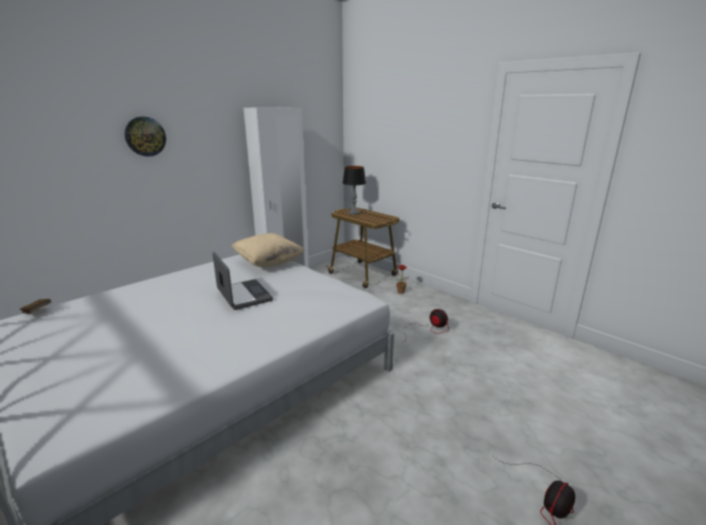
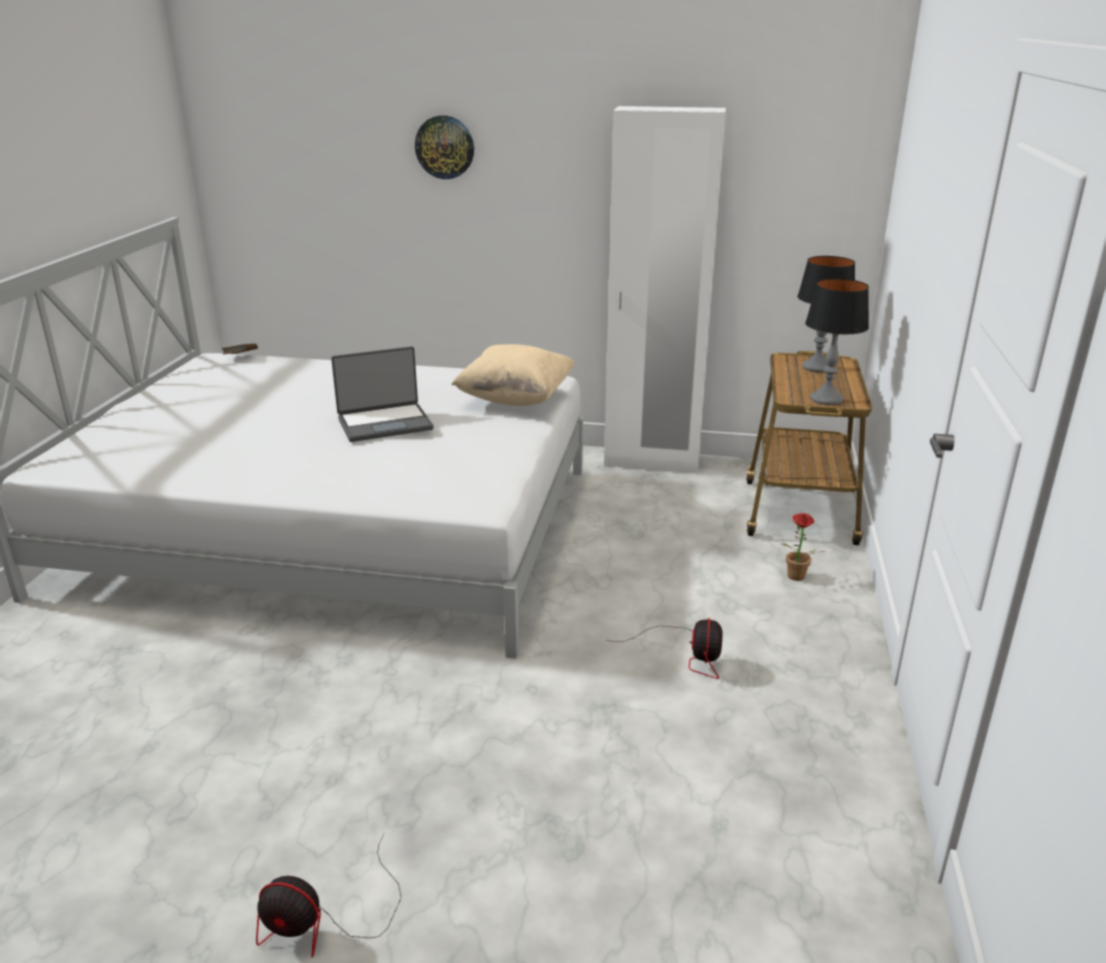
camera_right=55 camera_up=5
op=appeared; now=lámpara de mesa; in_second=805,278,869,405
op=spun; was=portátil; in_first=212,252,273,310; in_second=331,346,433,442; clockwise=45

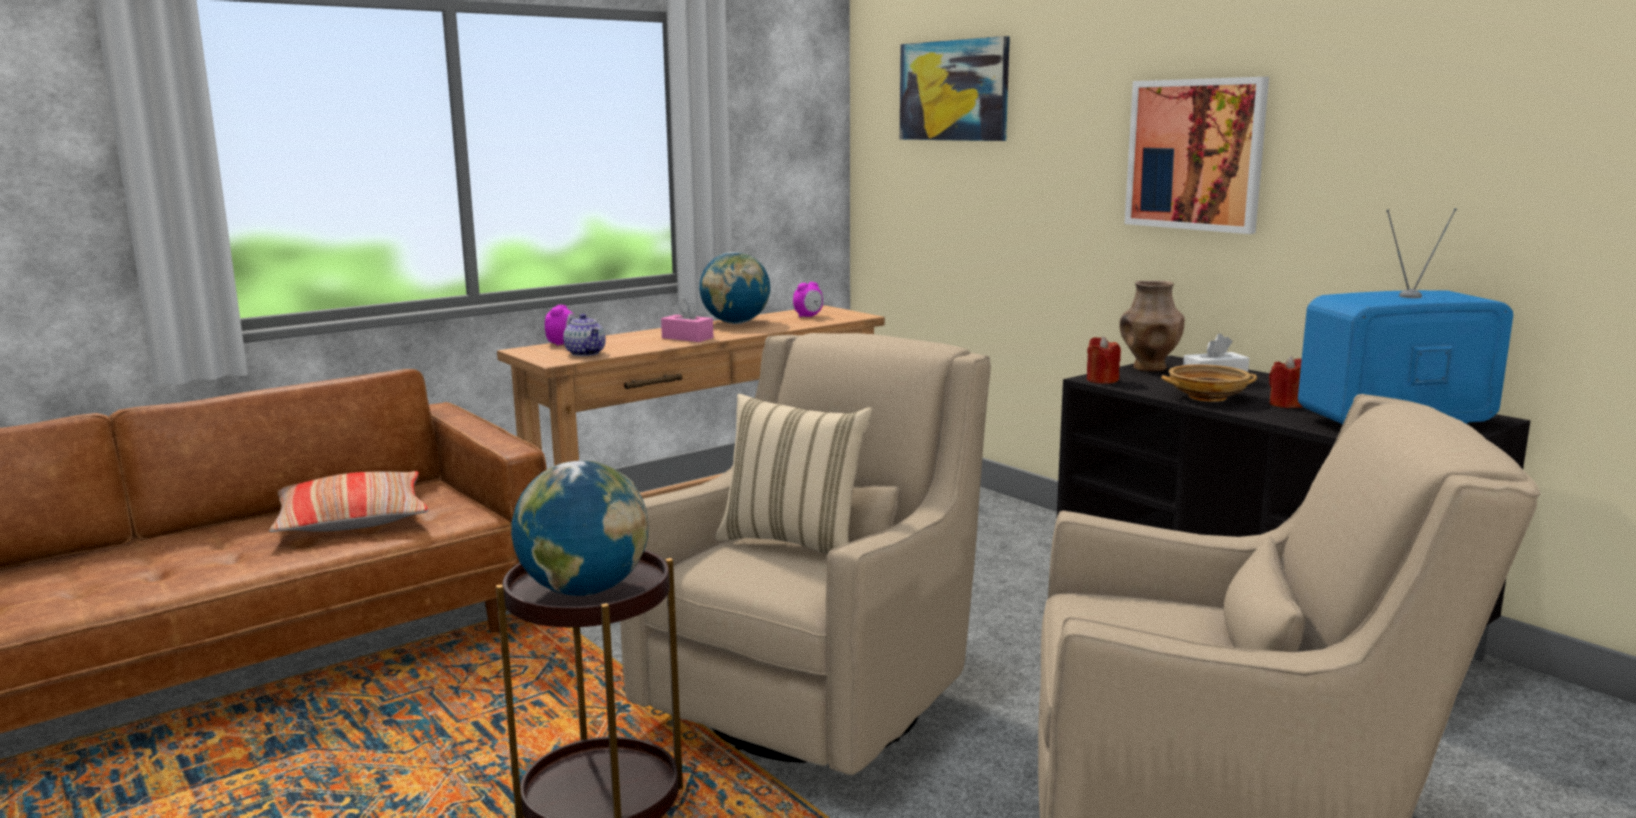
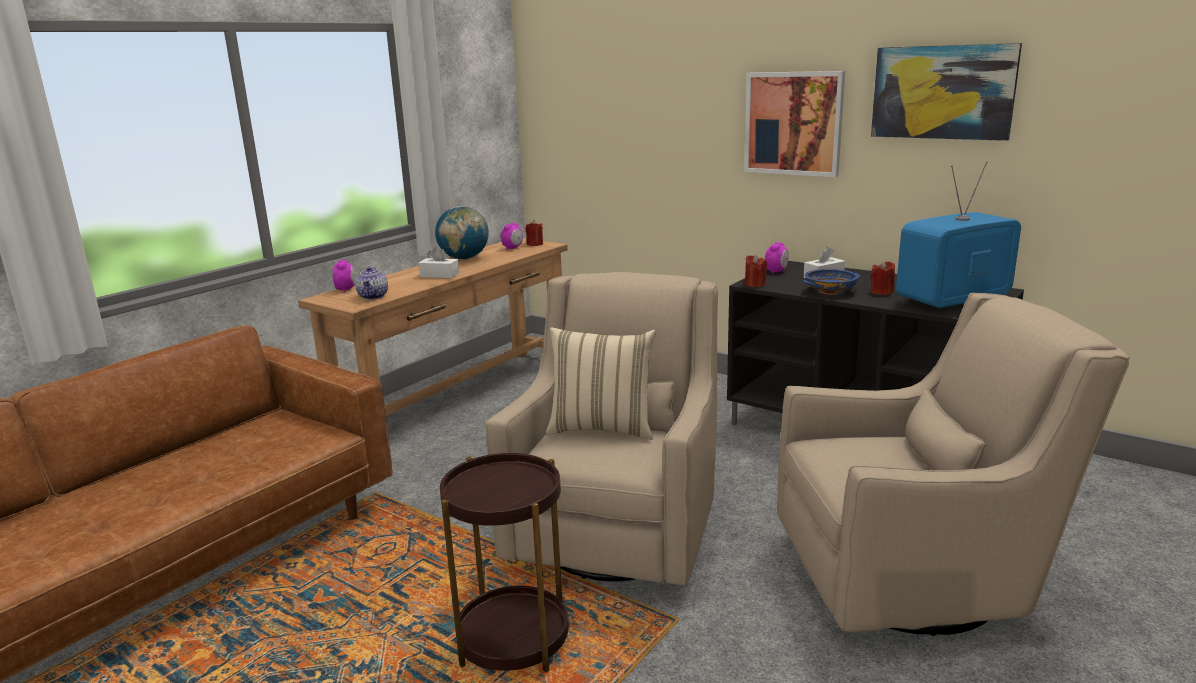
camera_right=-15 camera_up=5
op=missing; was=cojín; in_first=269,471,429,532
op=missing; was=globo terráqueo; in_first=511,460,648,596
op=appeared; now=vela/rojo; in_second=525,220,543,246
op=relocated; was=cuadro; in_first=900,36,1010,141; in_second=871,43,1022,141
op=exchanged; was=florero/marrón; now=despertador; in_first=1120,281,1185,372; in_second=765,242,789,273
op=colour; was=caja de pañuelos/rosa; now=caja de pañuelos/blanco; in_first=661,299,713,342; in_second=419,247,459,278
op=colour; was=cuenco/beis; now=cuenco/azul; in_first=1161,364,1257,402; in_second=802,269,860,295
op=spun; was=tetera; in_first=563,314,606,356; in_second=355,267,388,300; clockwise=45

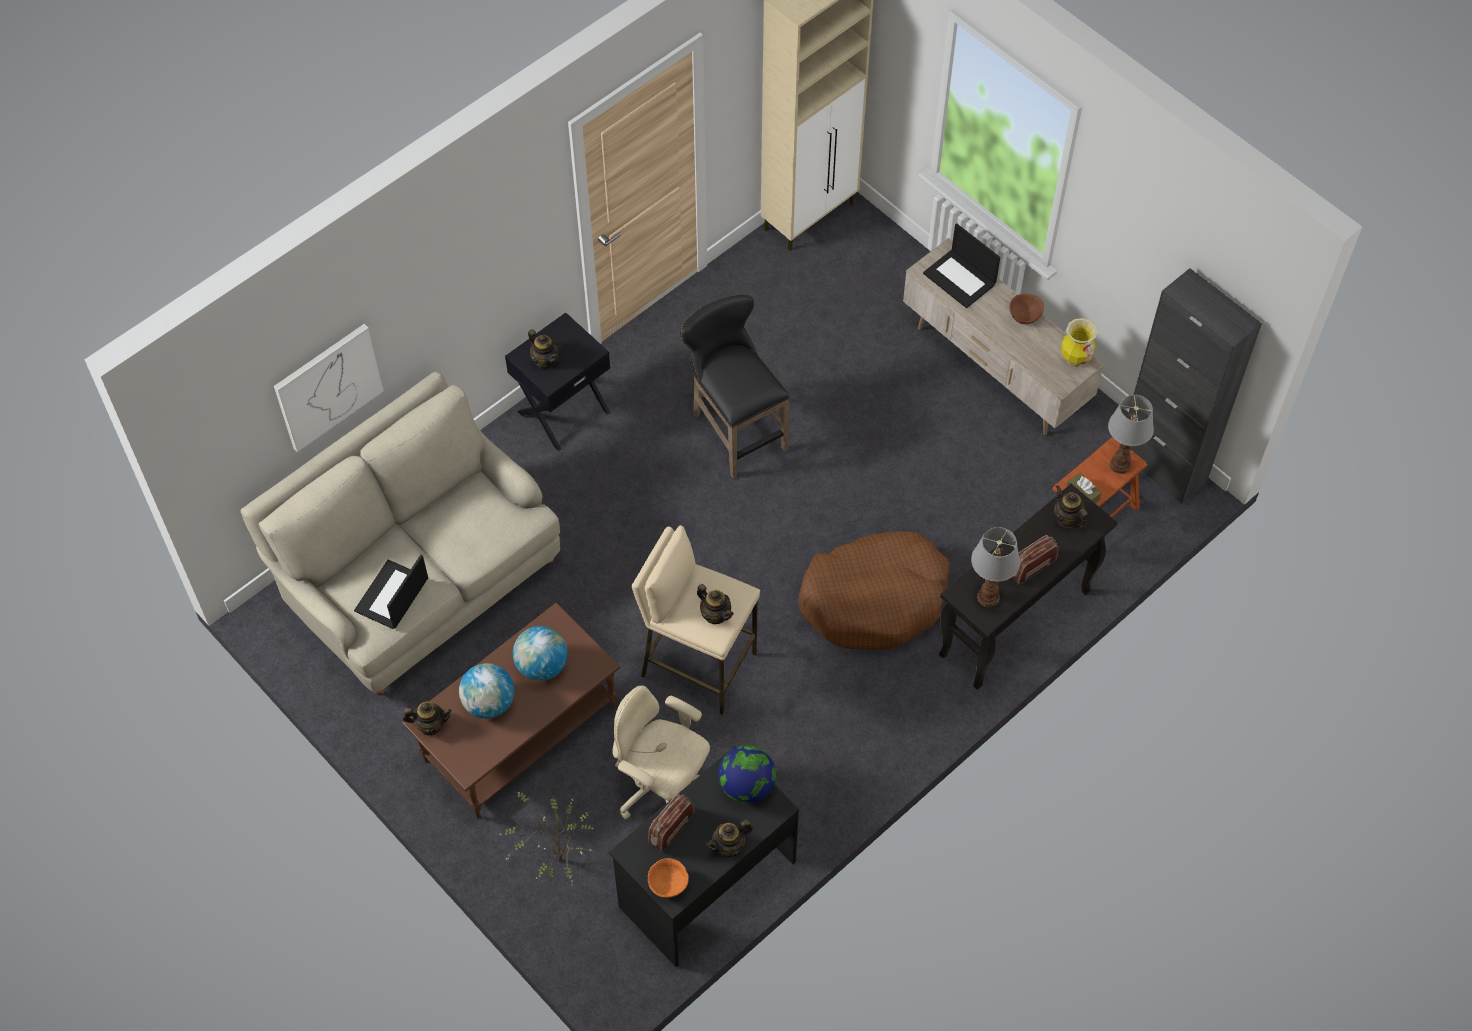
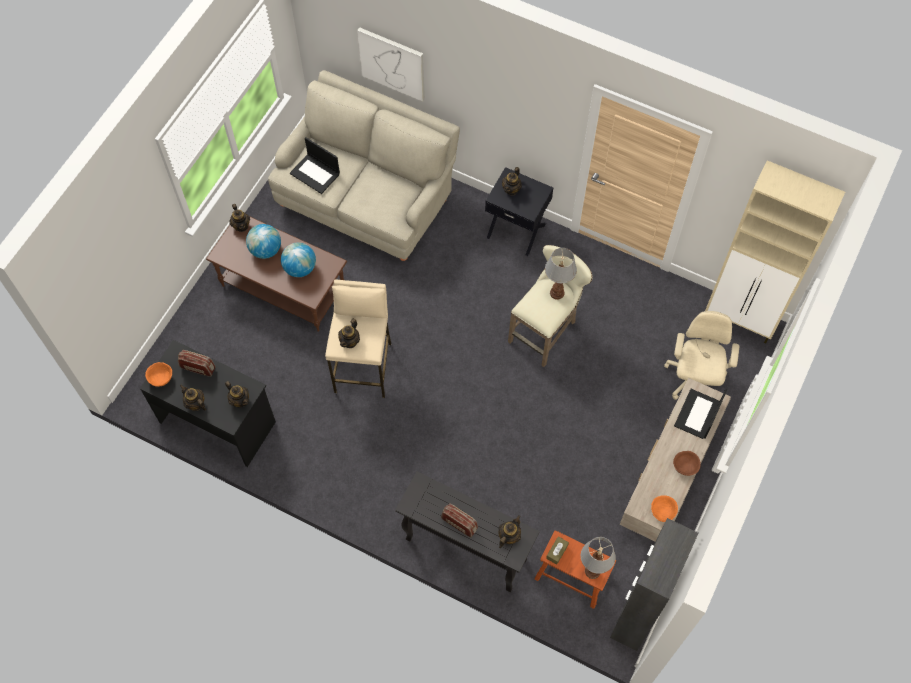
camera_right=70 camera_up=5
op=missing; was=planta en maceta; in_first=500,789,601,888
op=missing; was=cama para perro/marrón; in_first=798,531,949,650
op=relocated; was=silla de oficina/beis; in_first=613,685,710,819; in_second=664,311,739,400
op=relocated; was=lámpara de mesa; in_first=971,527,1020,607; in_second=545,248,577,300
op=exchanged; was=globo terráqueo; now=tetera; in_first=718,745,776,803; in_second=225,381,249,407
op=exchanged; was=florero; now=cuenco/naranja; in_first=1061,318,1097,367; in_second=651,495,678,522
op=colour; was=taburete/negro; now=taburete/beis; in_first=680,295,790,479; in_second=508,245,593,367
op=spun; was=portátil; in_first=354,555,428,629; in_second=290,137,340,194; clockwise=-150

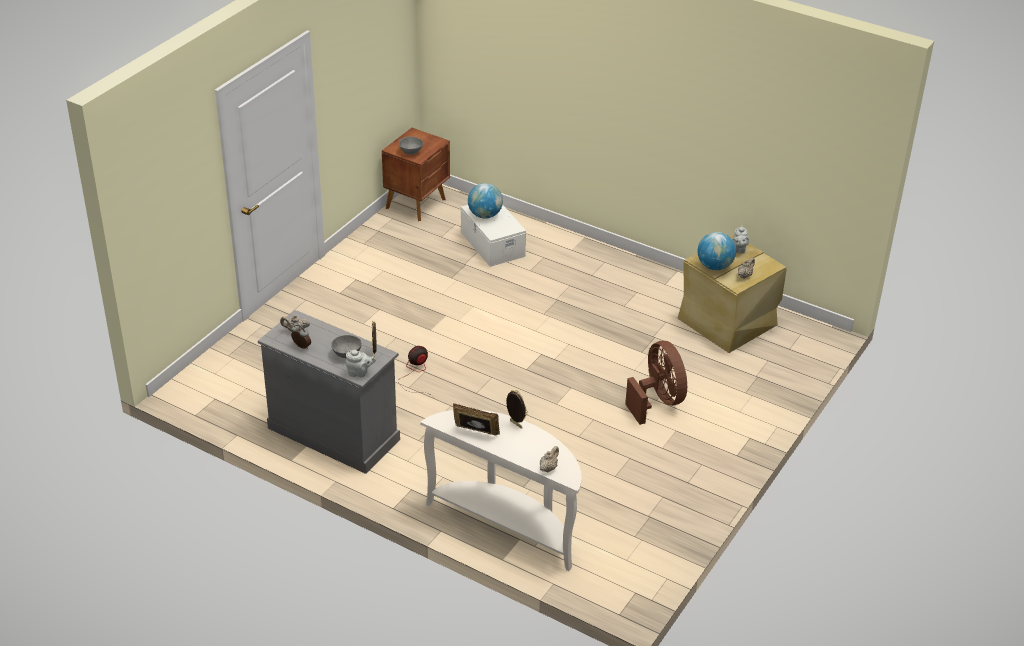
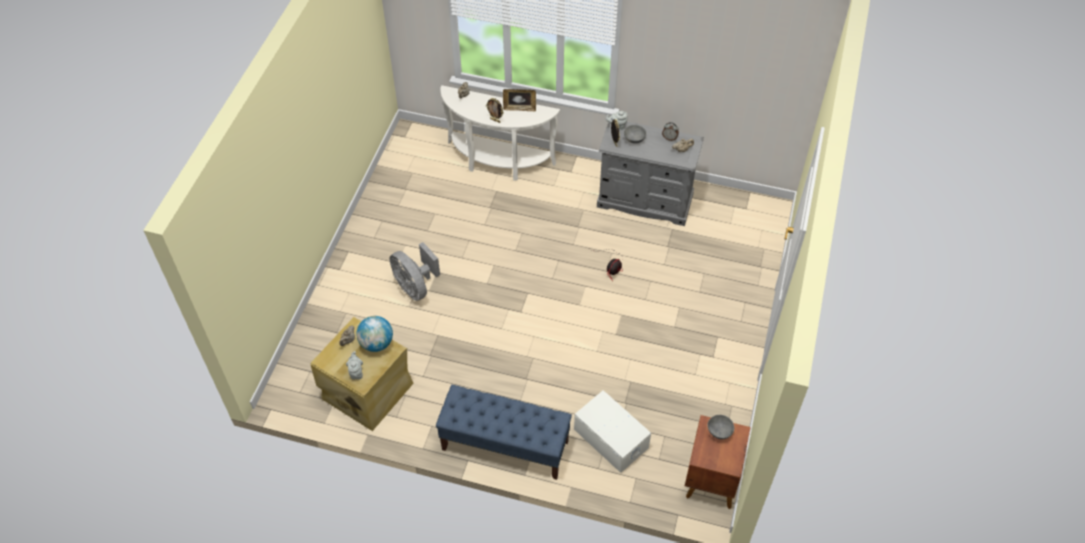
camera_right=165 camera_up=15
op=missing; was=globo terráqueo; in_first=468,183,503,219
op=appeared; now=banco/azul; in_second=436,385,572,480
op=colour; was=ventilador/marrón; now=ventilador/gris; in_first=625,341,687,425; in_second=390,242,440,301

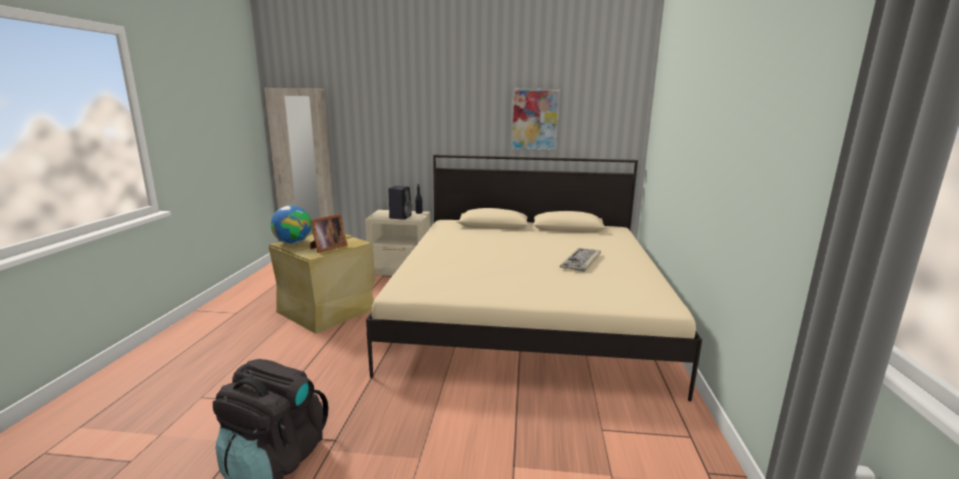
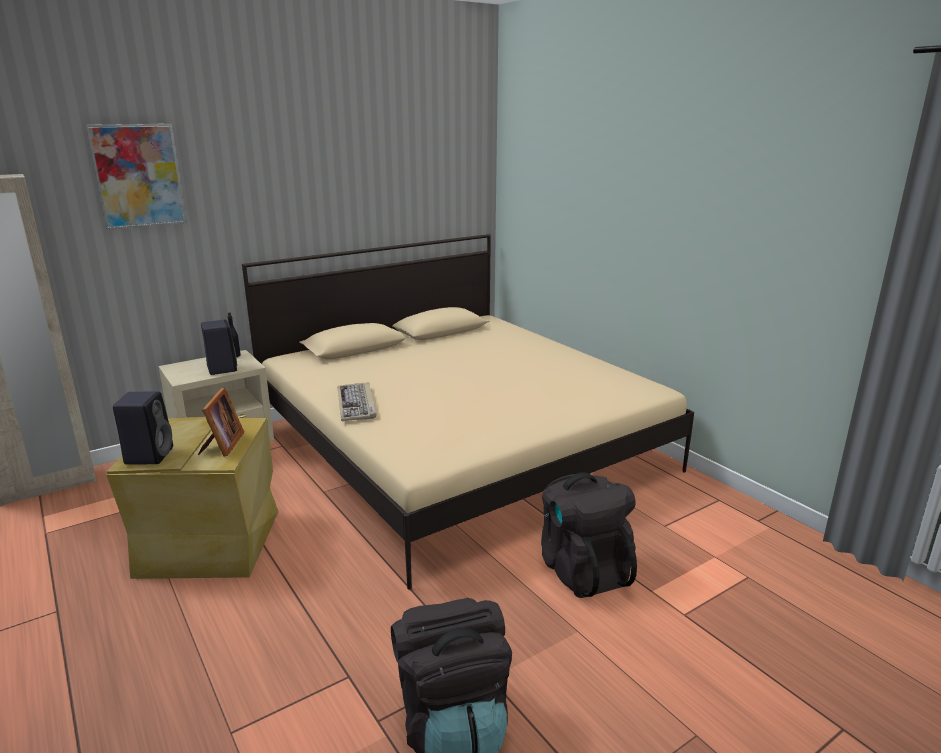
camera_right=-40 camera_up=5
op=appeared; now=mochila/negro; in_second=541,472,637,598
op=relocated; was=cuadro; in_first=511,89,560,151; in_second=86,124,187,230
op=relocated; was=teclado; in_first=560,248,601,272; in_second=337,382,376,421
op=exchanged; was=globo terráqueo; now=altavoz/negro; in_first=271,206,312,244; in_second=113,392,173,465

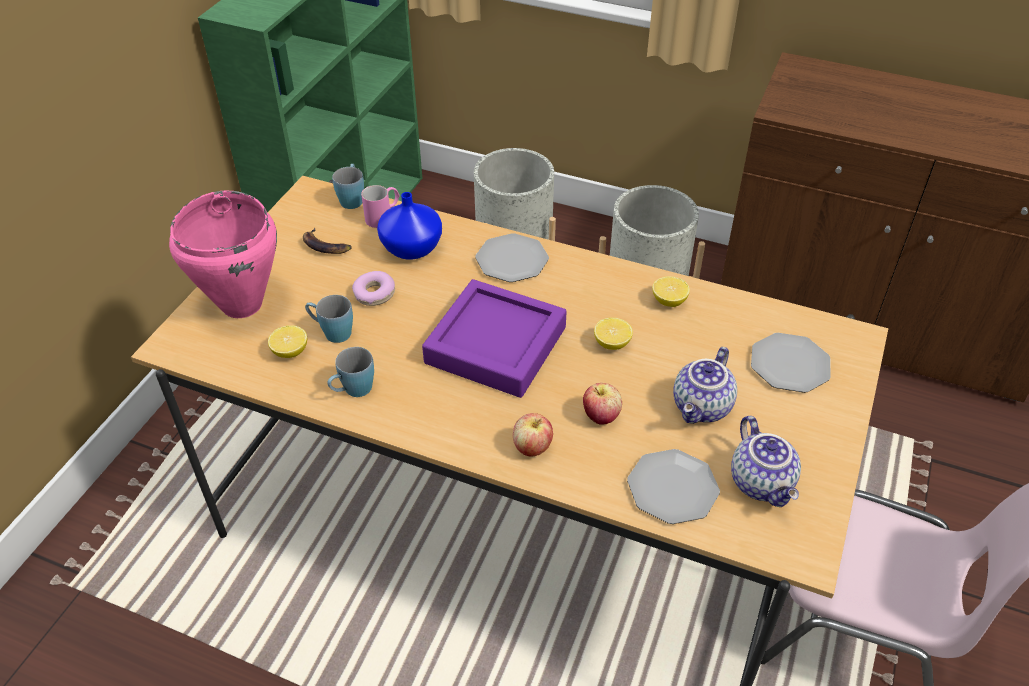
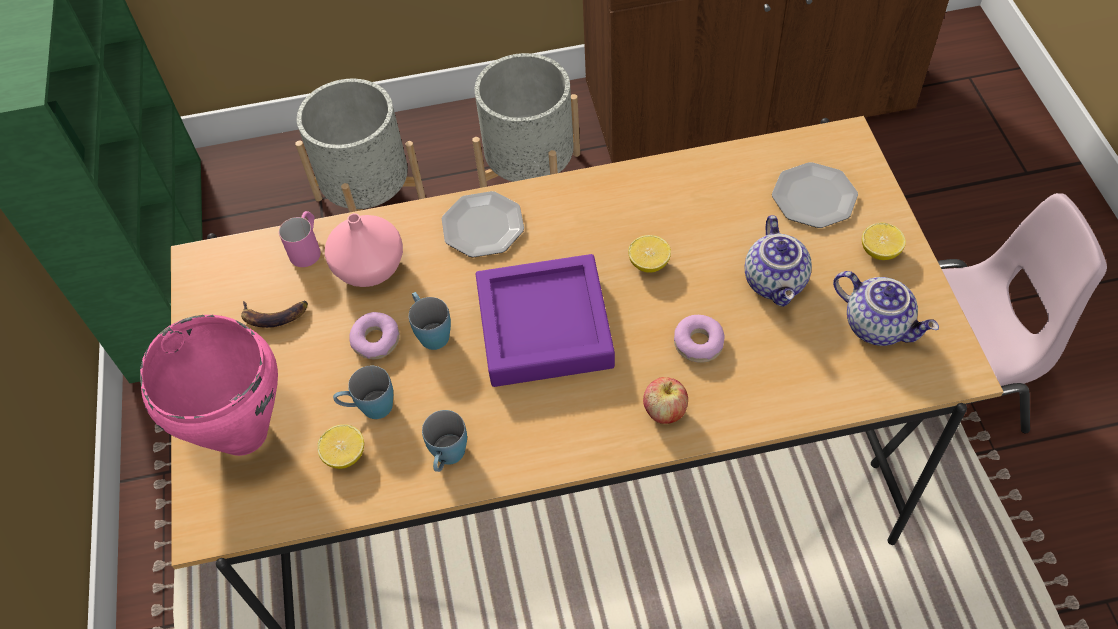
camera_right=-30 camera_up=10
op=missing; was=plato; in_first=627,449,720,524
op=relocated; was=taza grande/azul; in_first=332,164,364,209; in_second=409,292,451,350
op=relocated; was=limón; in_first=652,276,690,307; in_second=862,223,906,260
op=exchanged; was=manzana; now=rosquilla; in_first=583,383,622,424; in_second=674,315,725,363
op=colour; was=florero/azul; now=florero/rosa; in_first=377,192,442,259; in_second=325,213,403,287

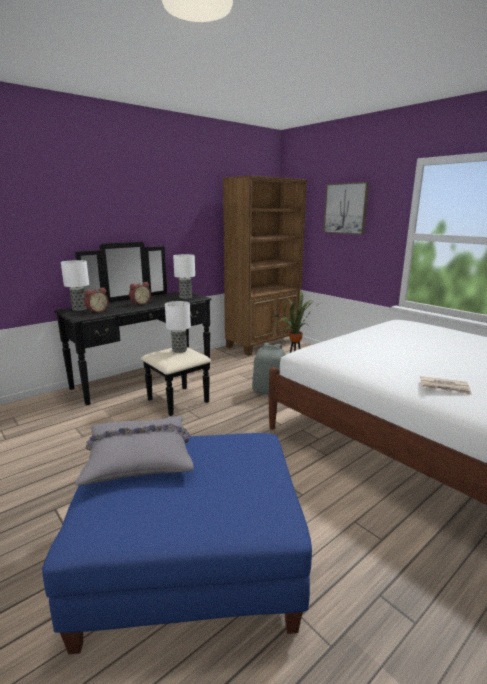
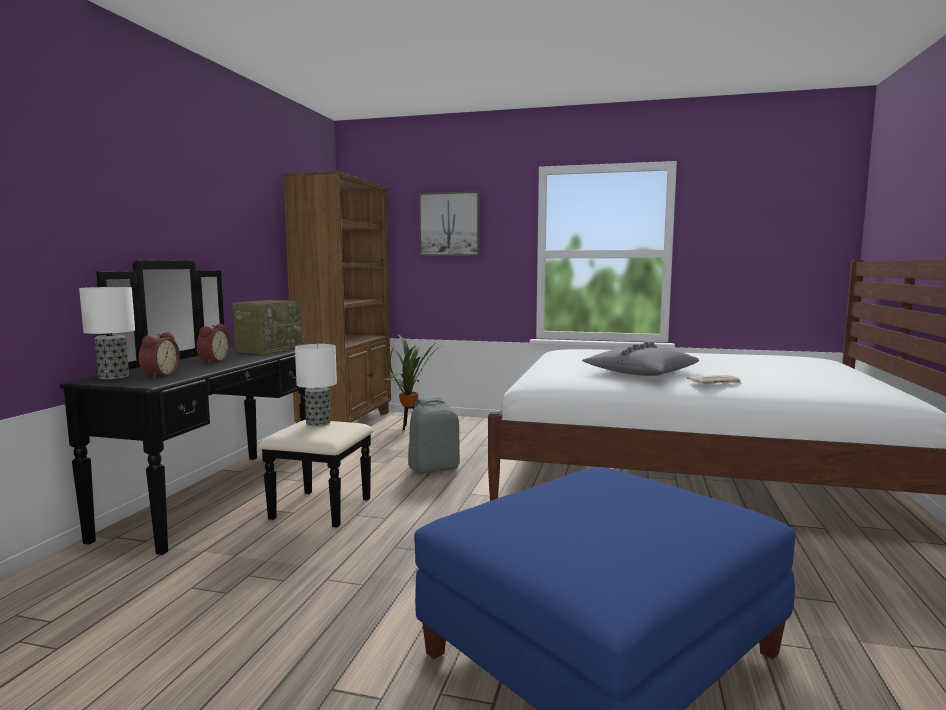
camera_right=-35 camera_up=-10
op=relocated; was=cojín/gris; in_first=75,416,194,485; in_second=582,341,699,376
op=exchanged; was=lámpara de mesa; now=radio; in_first=173,254,195,299; in_second=232,300,305,355

